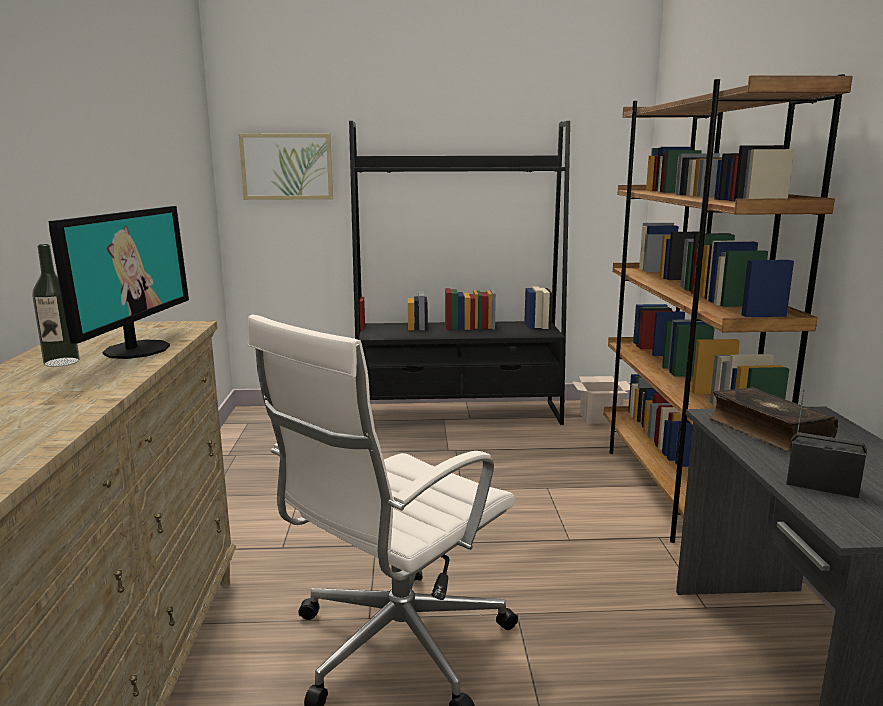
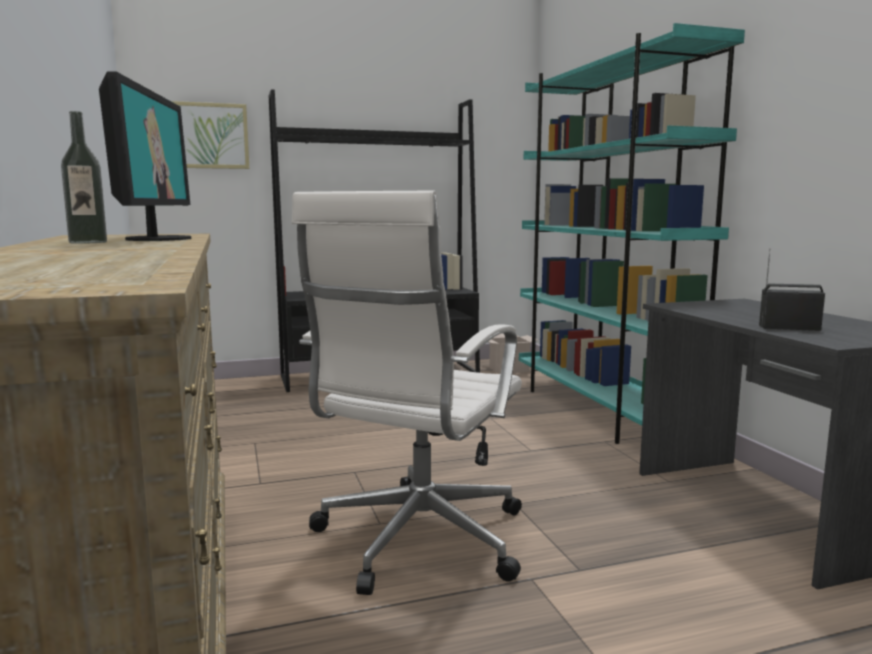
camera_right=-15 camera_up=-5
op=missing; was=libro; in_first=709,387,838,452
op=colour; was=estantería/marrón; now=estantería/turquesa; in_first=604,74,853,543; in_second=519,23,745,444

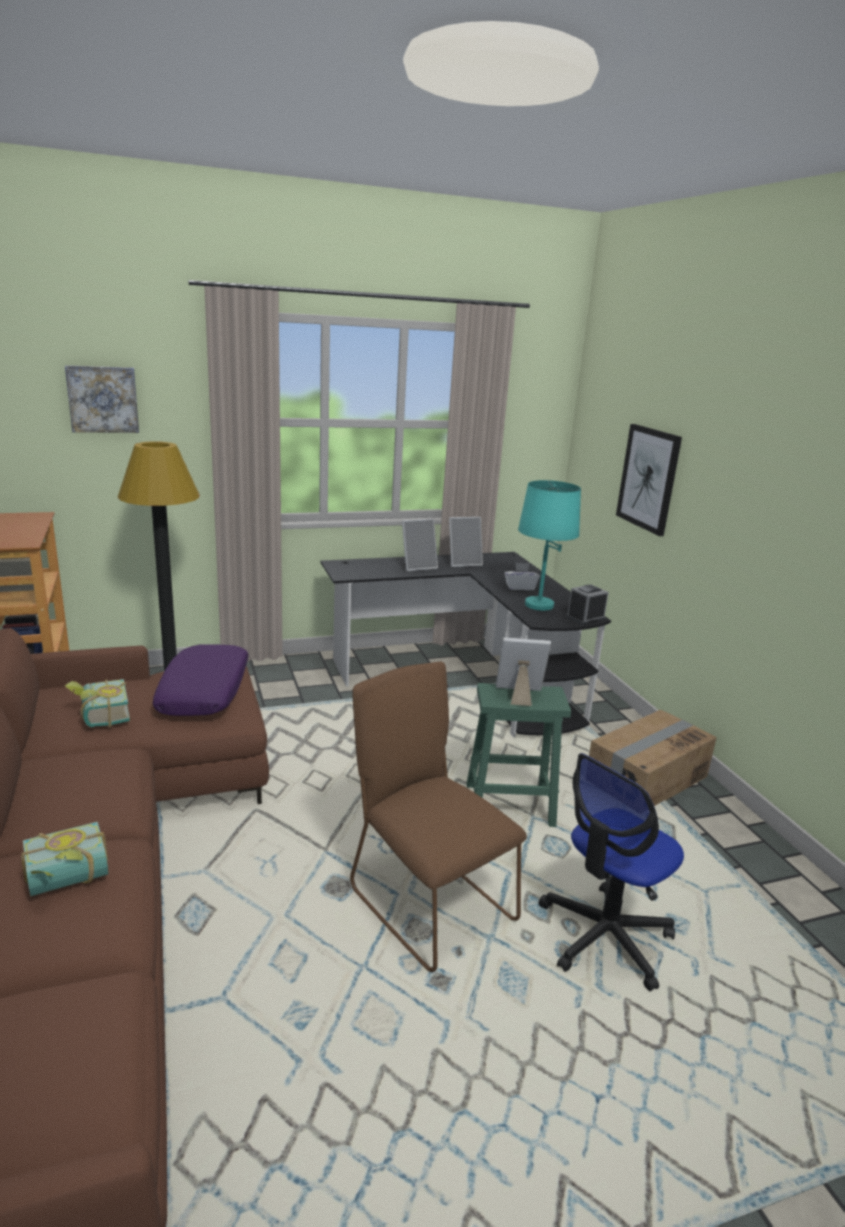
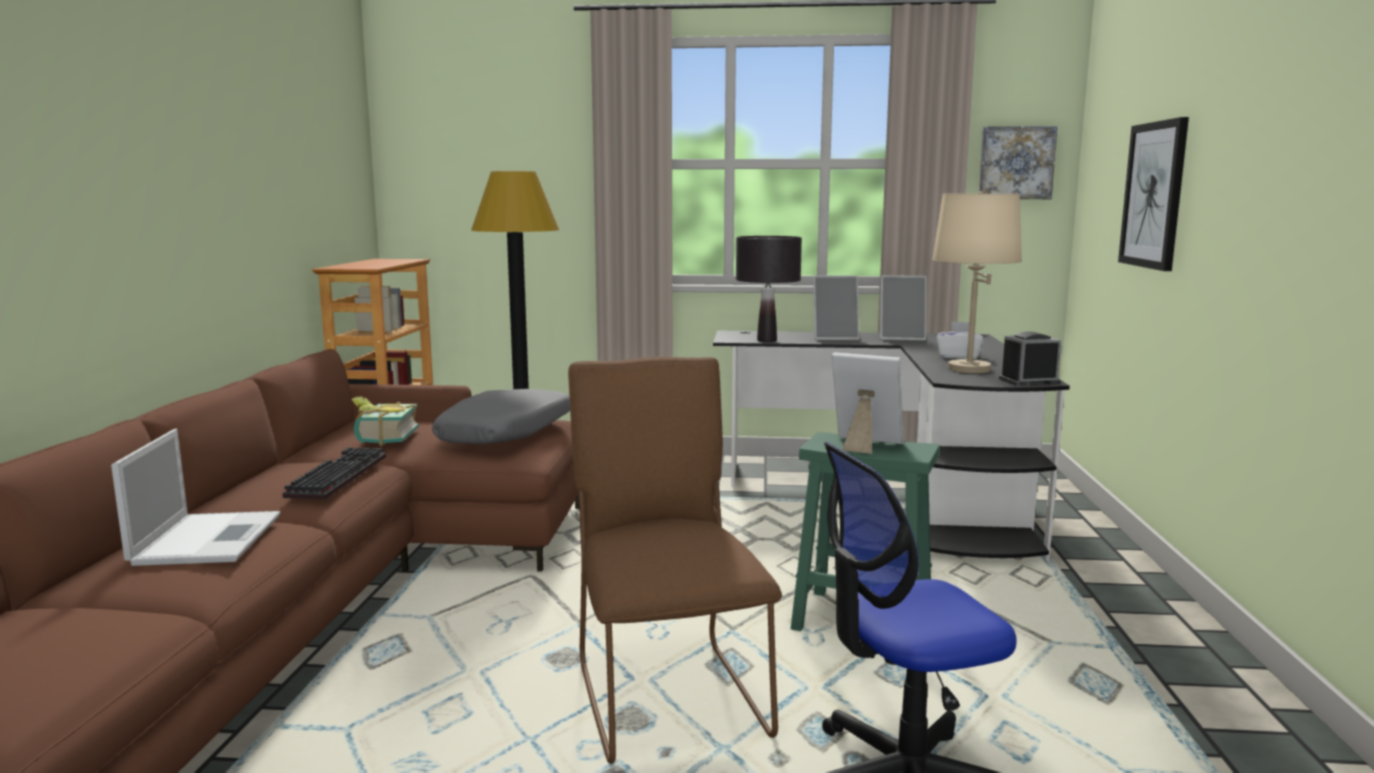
camera_right=25 camera_up=-10
op=missing; was=caja de cartón; in_first=589,710,717,806
op=appeared; now=teclado; in_second=282,447,386,499
op=appeared; now=lámpara de mesa/negro; in_second=736,236,802,342
op=relocated; was=cuadro; in_first=65,365,139,433; in_second=979,126,1058,199
op=exchanged; was=libro; now=portátil; in_first=21,822,108,896; in_second=111,429,280,566
op=colour; was=cojín/morado; now=cojín/gris; in_first=153,644,248,716; in_second=432,389,570,444
op=colour; was=lámpara de mesa/turquesa; now=lámpara de mesa/beis; in_first=518,480,581,611; in_second=932,191,1022,373

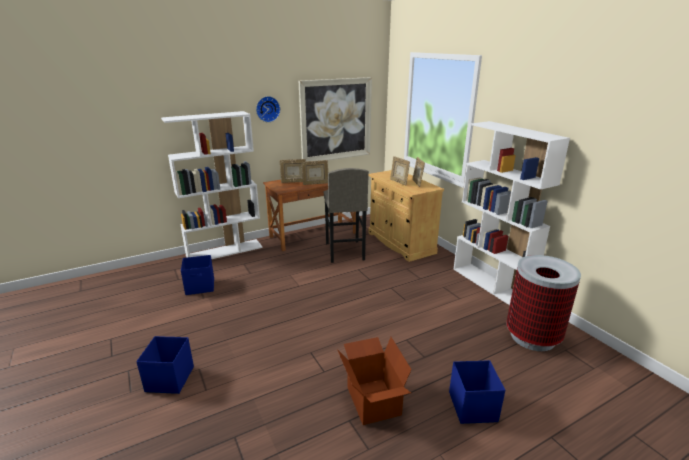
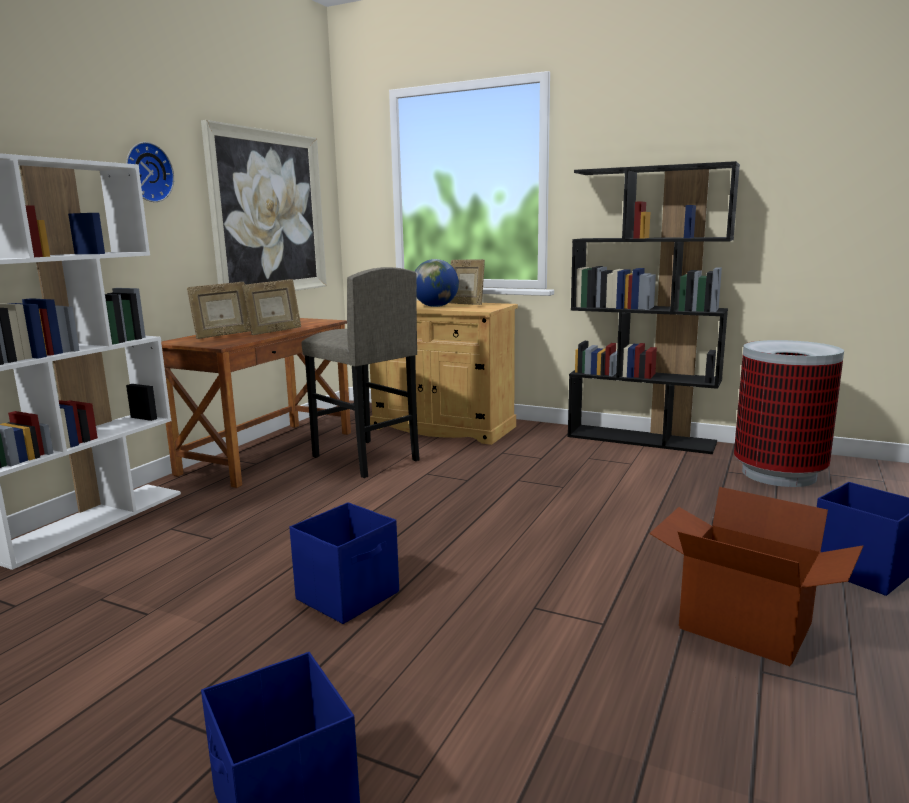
camera_right=-35 camera_up=-10
op=relocated; was=caja de almacenaje/azul; in_first=181,255,214,295; in_second=290,502,399,624
op=exchanged; was=portarretratos; now=globo terráqueo; in_first=390,156,410,186; in_second=414,259,459,307
op=colour; was=estantería/blanco; now=estantería/negro; in_first=453,121,570,305; in_second=568,161,740,454

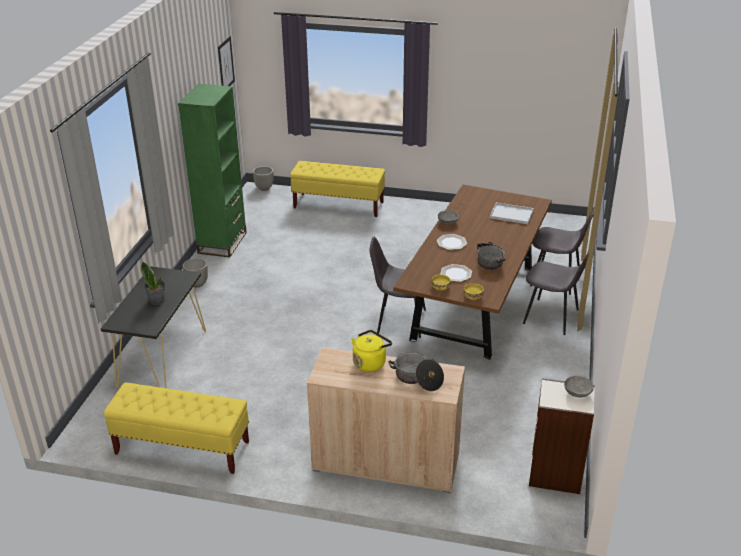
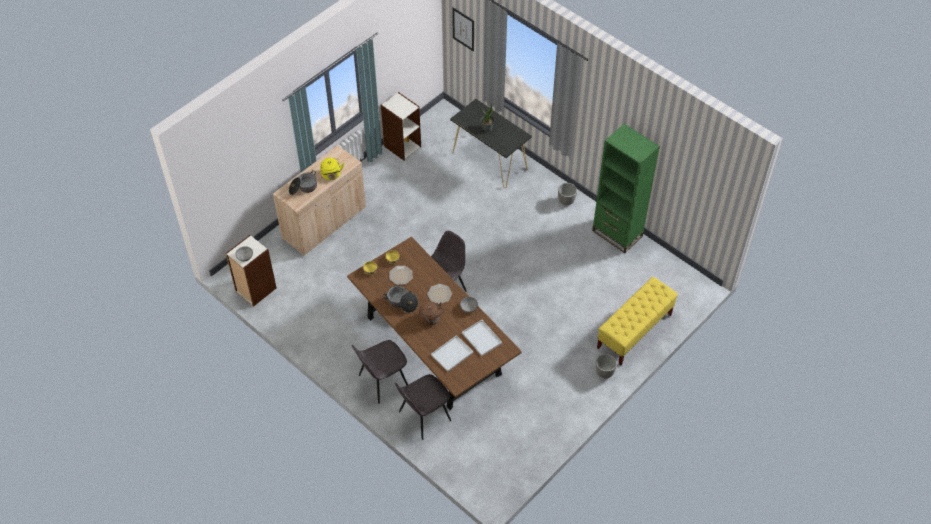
camera_right=120 camera_up=20
op=appeared; now=hervidor/marrón; in_second=419,301,444,326
op=appeared; now=bandeja/blanco; in_second=462,320,502,356
op=relocated; was=cuadro; in_first=218,36,235,86; in_second=452,8,474,52
op=relocated; was=maceta; in_first=253,166,274,191; in_second=595,354,617,378
op=exchanged; was=banco/amarillo; now=estantería; in_first=104,382,249,474; in_second=381,92,421,160

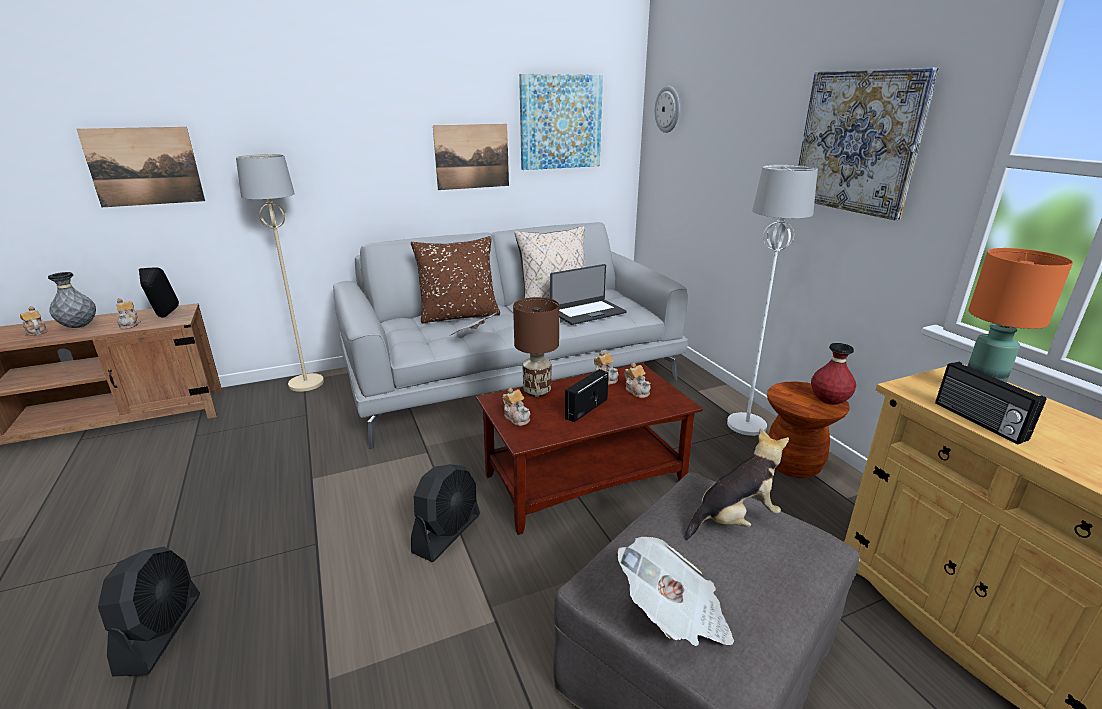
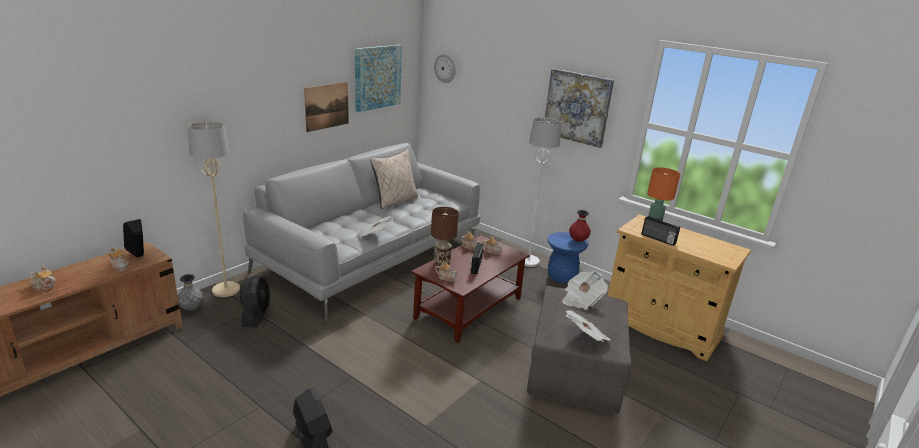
camera_right=-30 camera_up=0
op=missing; was=cuadro; in_first=76,127,205,207
op=missing; was=cojín/marrón; in_first=411,236,500,324
op=missing; was=portátil; in_first=550,264,626,325
op=relocated; was=florero/gris; in_first=48,272,96,328; in_second=178,274,204,311
op=relocated; was=ventilador/negro; in_first=411,464,480,562; in_second=240,275,271,328
op=exchanged; was=peluche; now=periódico; in_first=684,428,789,540; in_second=562,271,608,310
op=colour; was=taburete/marrón; now=taburete/azul; in_first=767,382,850,478; in_second=548,232,588,284

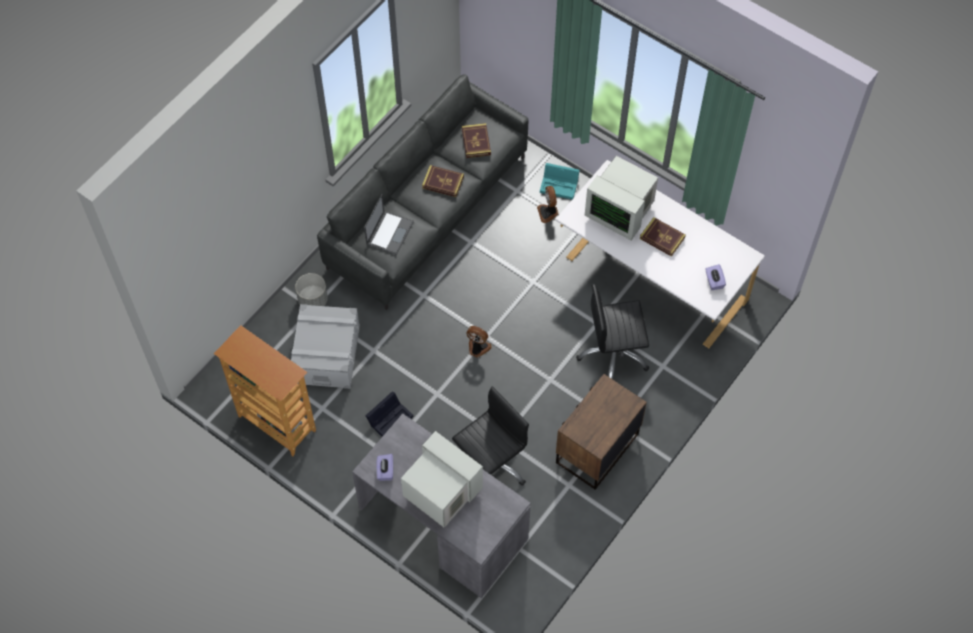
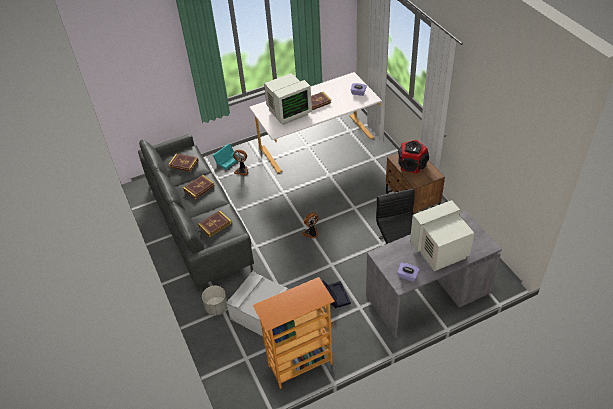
camera_right=-60 camera_up=-15
op=missing; was=silla de oficina/negro; in_first=576,284,649,379
op=appeared; now=altavoz; in_second=398,140,429,174
op=exchanged; was=portátil; now=libro; in_first=364,194,414,255; in_second=198,211,232,237

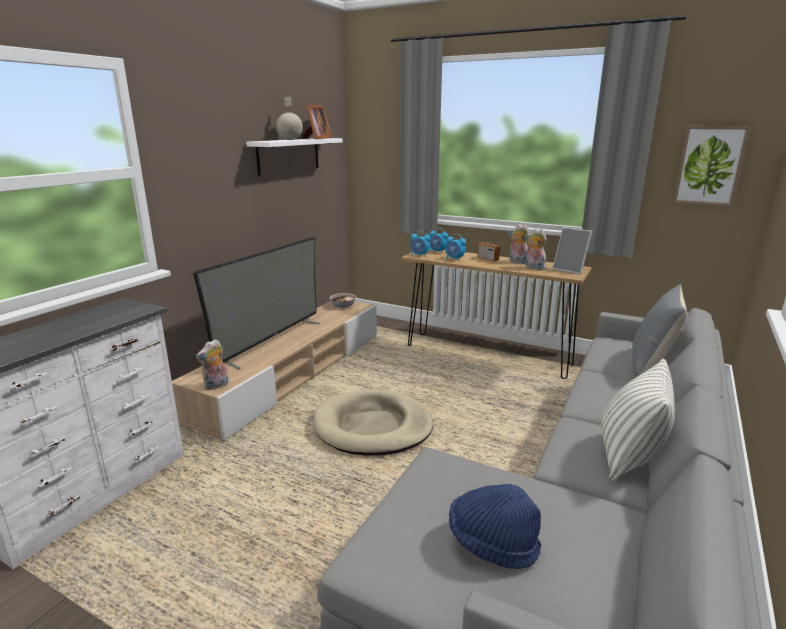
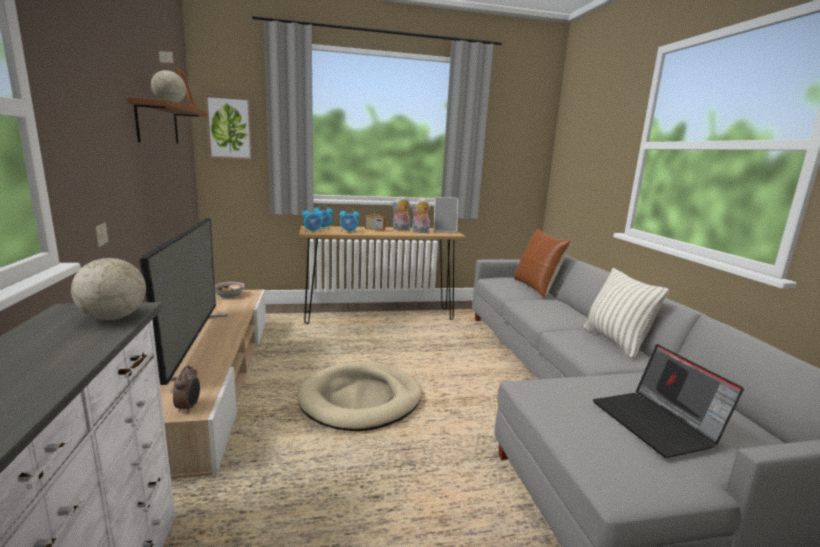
camera_right=-40 camera_up=-5
op=appeared; now=globo terráqueo; in_second=71,222,146,320
op=relocated; was=cuadro; in_first=673,126,750,206; in_second=204,94,253,160
op=exchanged; was=peluche; now=despertador; in_first=196,339,229,390; in_second=173,365,200,414
op=exchanged; was=sombrero/azul; now=portátil; in_first=449,484,541,569; in_second=593,344,744,458
op=colour; was=estante/blanco; now=estante/marrón; in_first=246,138,342,176; in_second=127,97,208,144
op=colour; was=cojín/gris; now=cojín/marrón; in_first=632,284,688,377; in_second=514,229,571,297

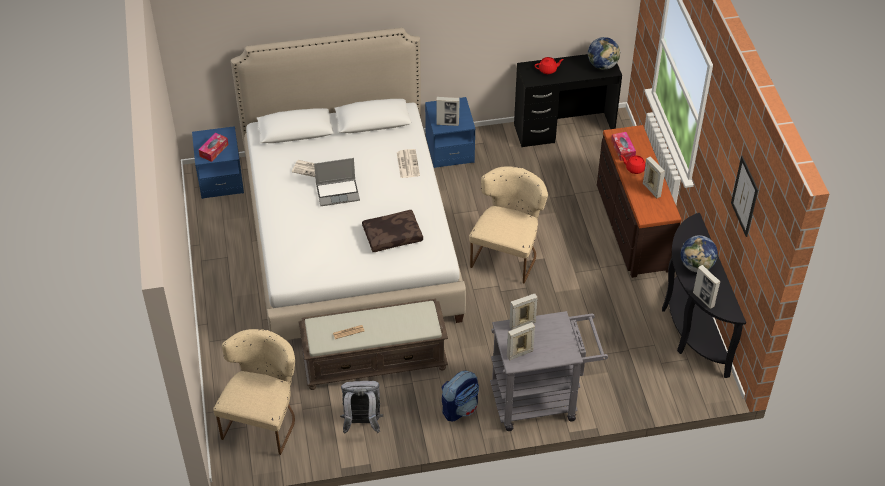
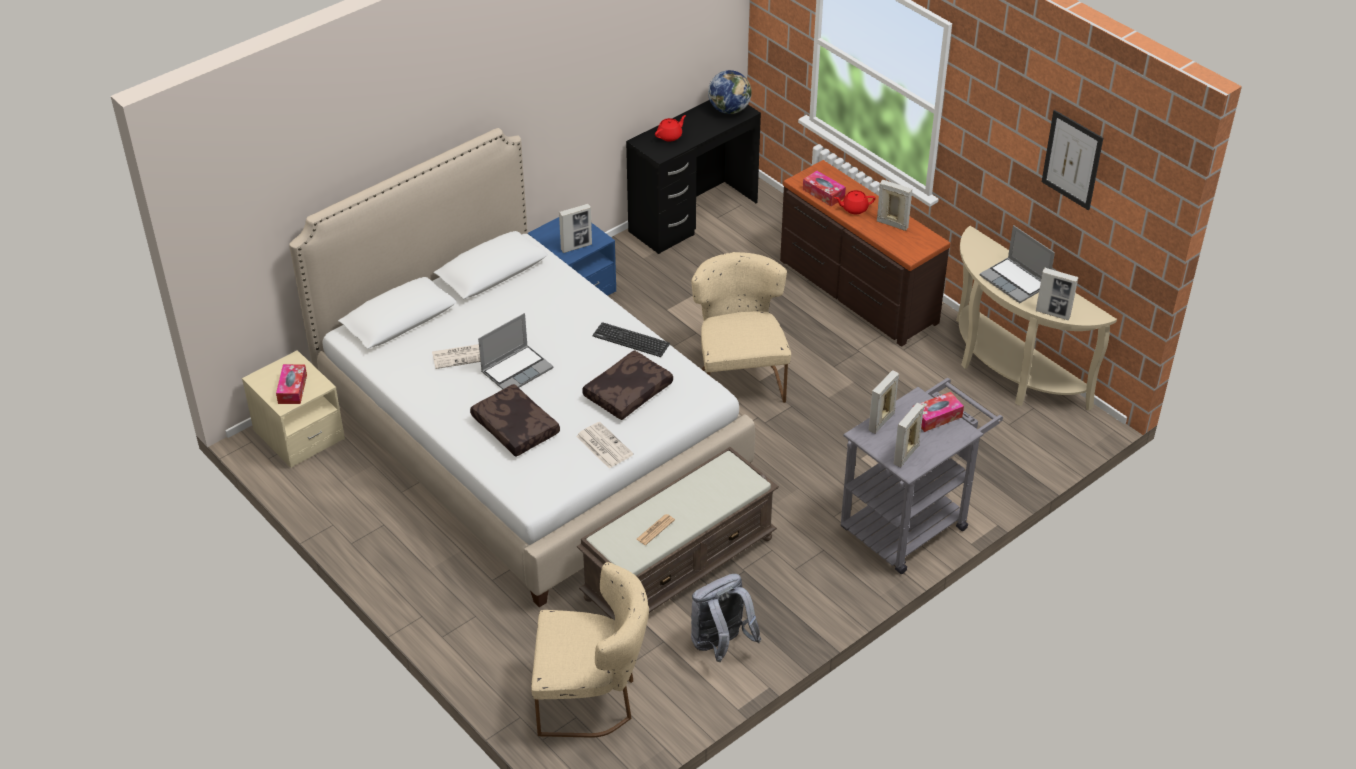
camera_right=-30 camera_up=-5
op=missing; was=mochila; in_first=442,371,479,422
op=appeared; now=cojín/marrón; in_second=470,384,560,457
op=appeared; now=teclado; in_second=592,322,670,357
op=appeared; now=caja de pañuelos; in_second=920,392,964,432
op=relocated; was=periódico; in_first=397,149,420,178; in_second=576,422,633,468
op=exchanged; was=globo terráqueo; now=portátil; in_first=681,235,718,272; in_second=980,225,1055,303
op=colour; was=mesita de noche/azul; now=mesita de noche/beis; in_first=192,126,244,199; in_second=242,350,345,468
op=colour; was=mesa consola/negro; now=mesa consola/beis; in_first=662,213,746,378; in_second=956,226,1117,411
op=spun; was=silla/beis; in_first=213,329,295,455; in_second=531,562,649,738; clockwise=105

